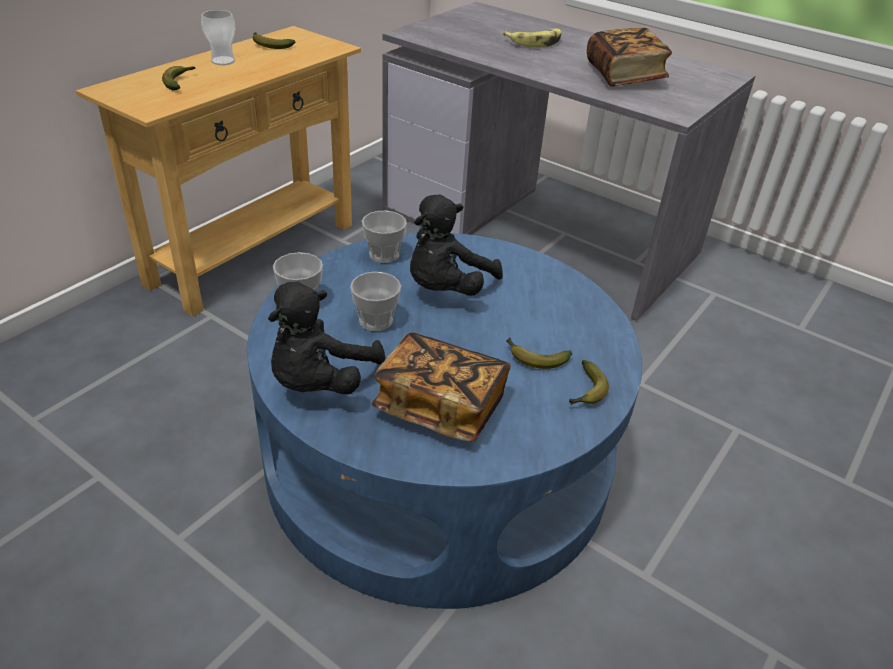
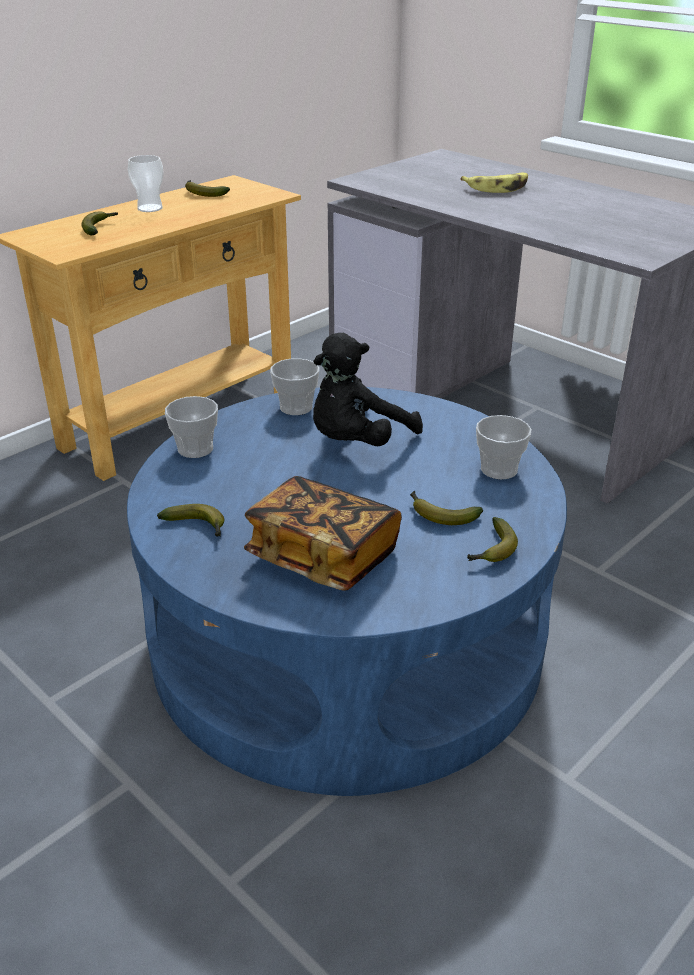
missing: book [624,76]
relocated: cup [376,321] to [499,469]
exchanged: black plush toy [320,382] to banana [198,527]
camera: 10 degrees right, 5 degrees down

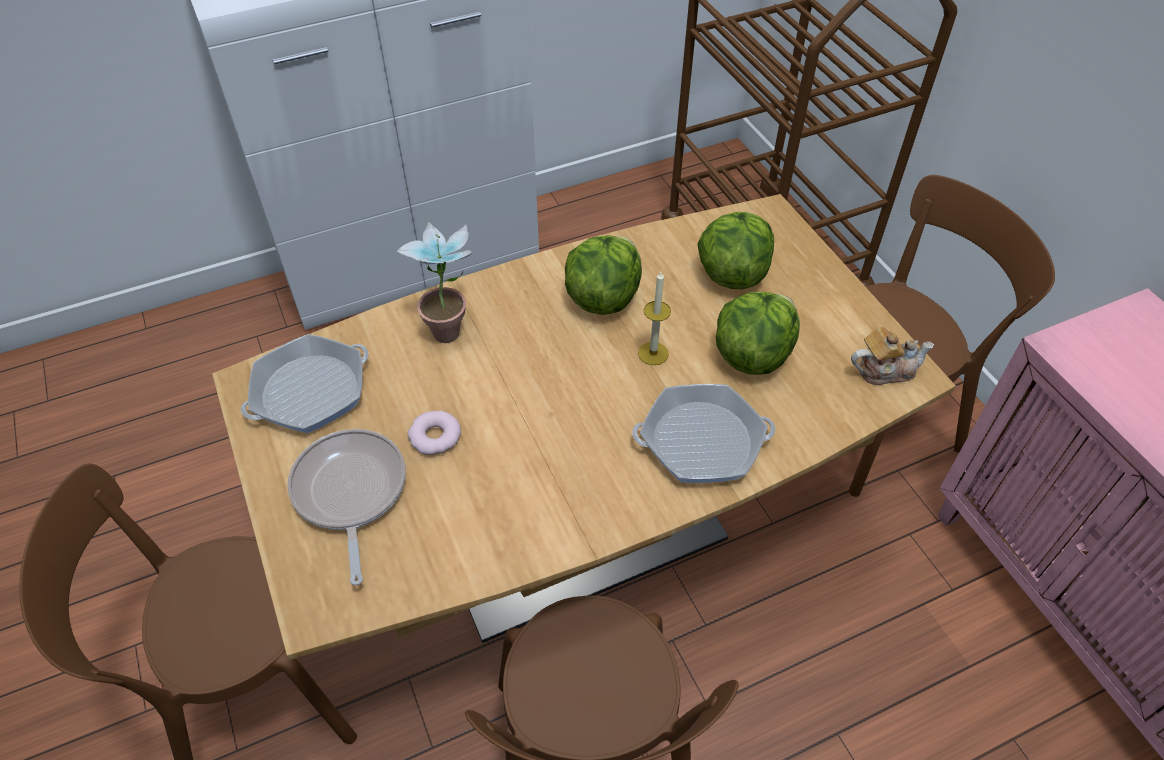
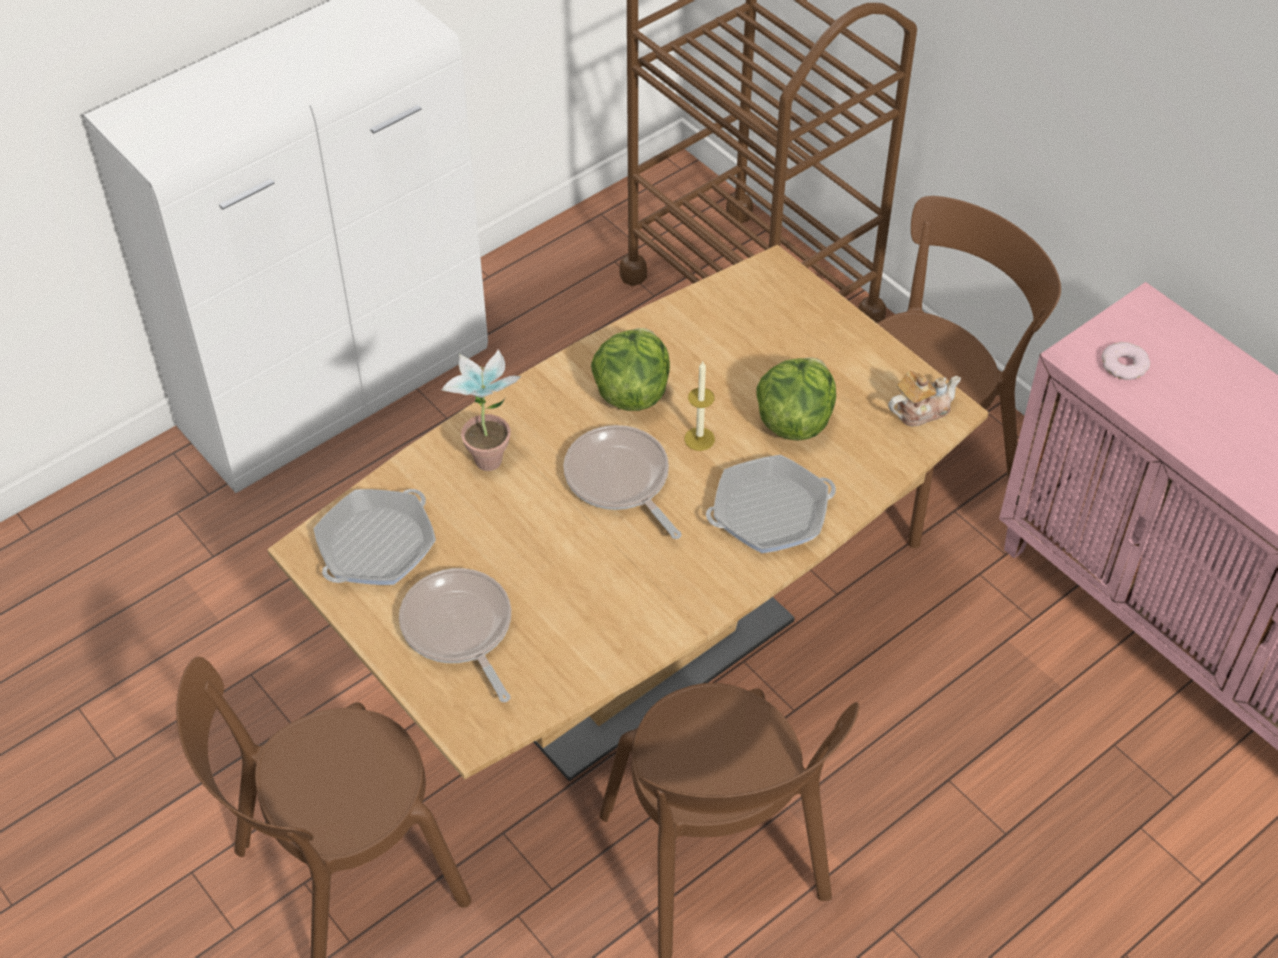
missing: lettuce [732,273]
appeared: frying pan [620,480]
relocated: donut [435,436] to [1124,365]
camera: 15 degrees left, 0 degrees up

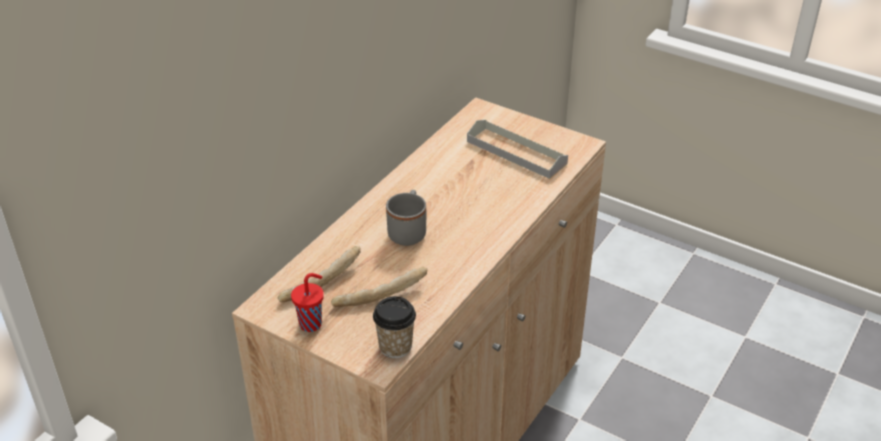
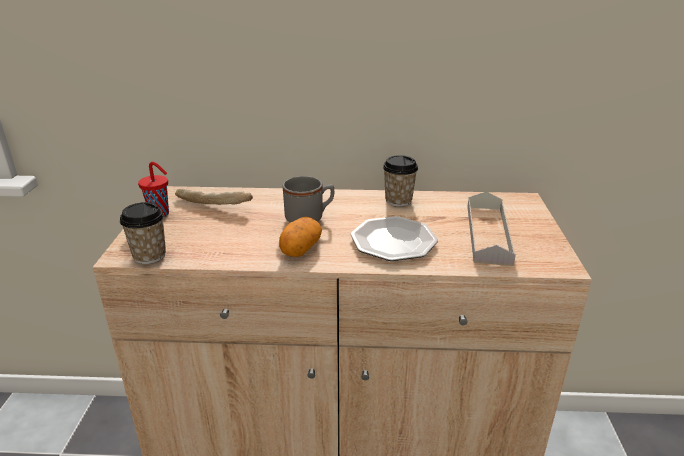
missing: bread [380,294]
appeared: potato [300,249]; plate [393,242]; cup [398,201]
camera: 60 degrees right, 10 degrees down

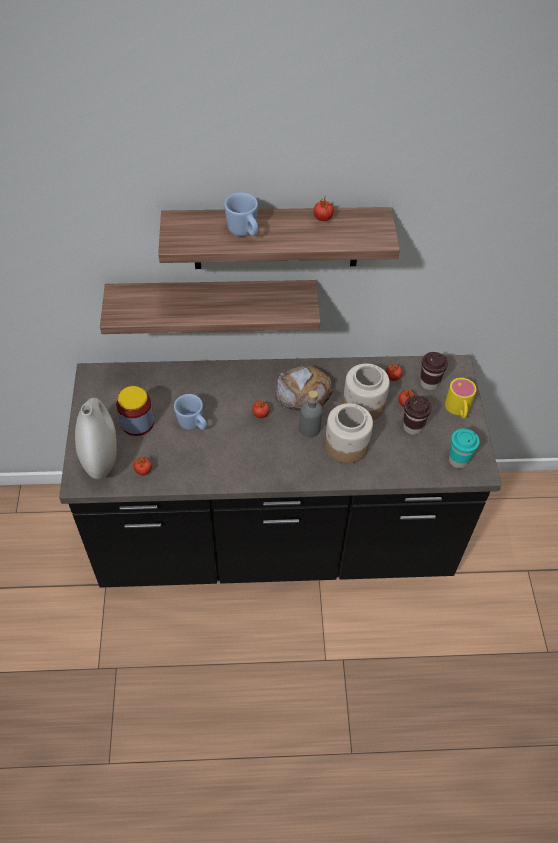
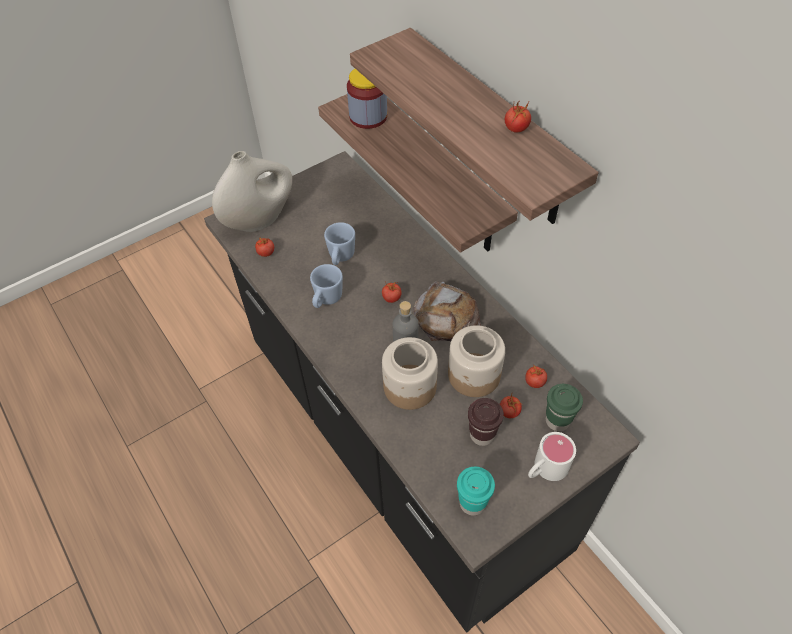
relocated: jar [137,422] to [368,116]; blue mug [244,232] to [326,300]
colour: brown cup [429,383] to green cup [557,421]; yellow mug [458,410] to white mug [545,469]
camera: 60 degrees right, 0 degrees up

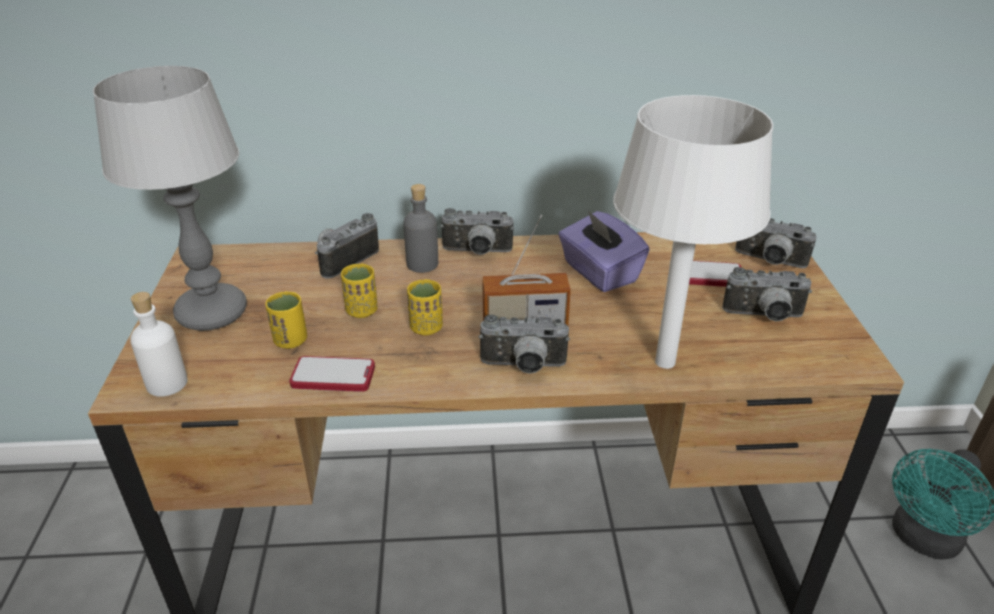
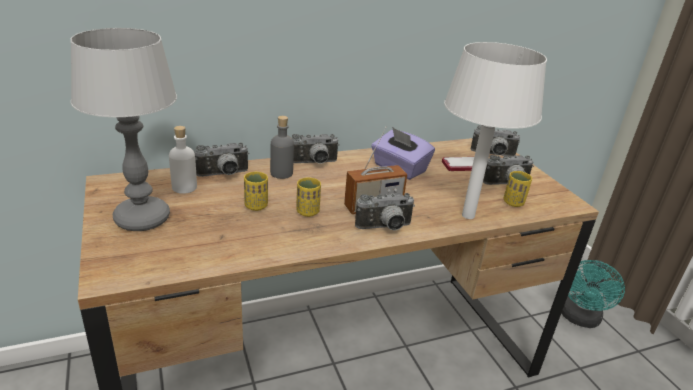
missing: phone [333,376]
relocated: white bottle [167,383] to [184,187]; yellow cup [290,341] to [513,202]
spun: photo camera [344,259] = [223,175] 135 degrees counterclockwise
camera: 20 degrees left, 5 degrees down

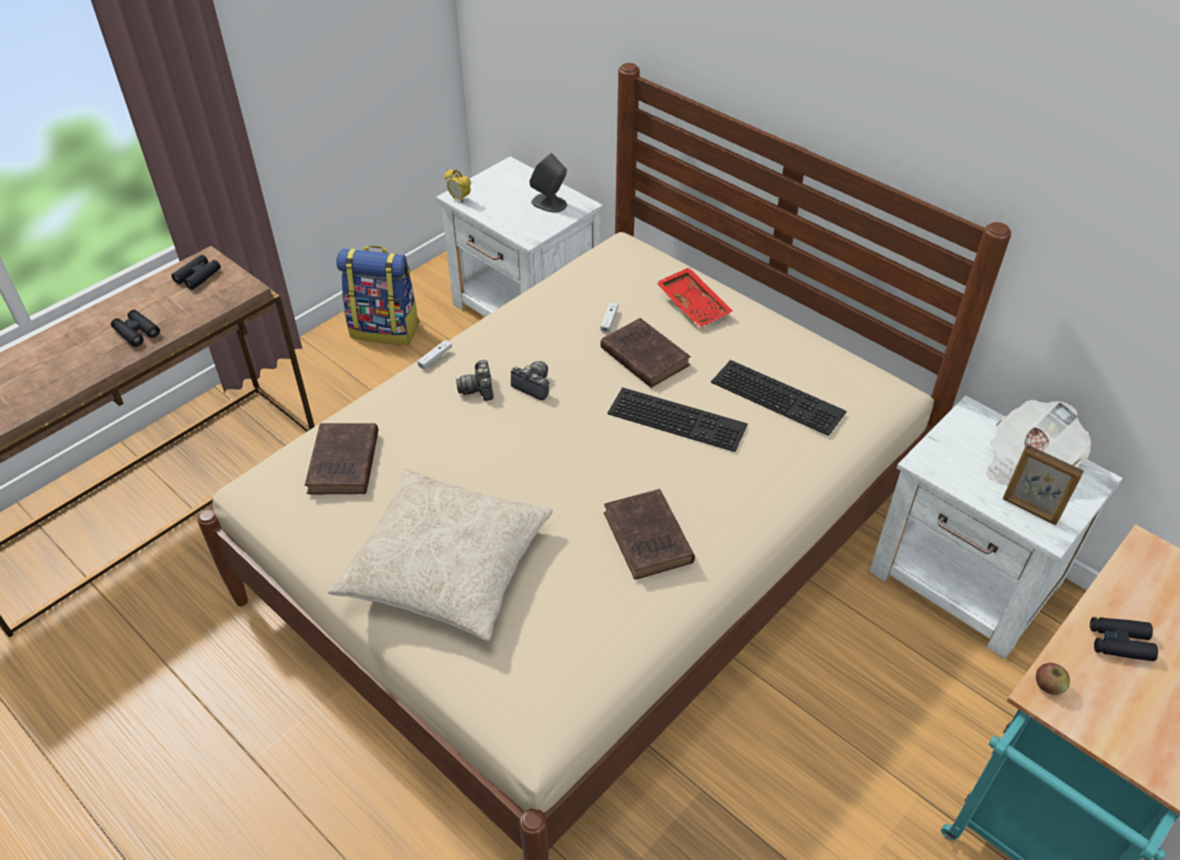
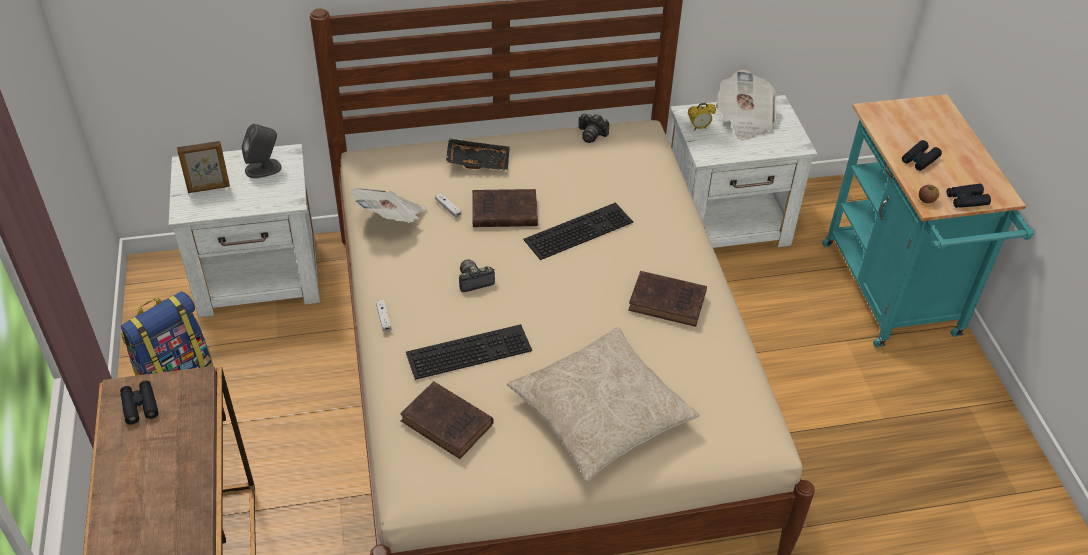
appeared: newspaper [391,219]
relocated: black binoculars [136,332] to [966,200]; alarm clock [459,199] to [699,128]; photo camera [478,388] to [591,134]; keyboard [780,396] to [469,350]; picture frame [1029,510] to [209,188]
colour: red tray [694,304] to black tray [478,160]
camera: 55 degrees left, 0 degrees up

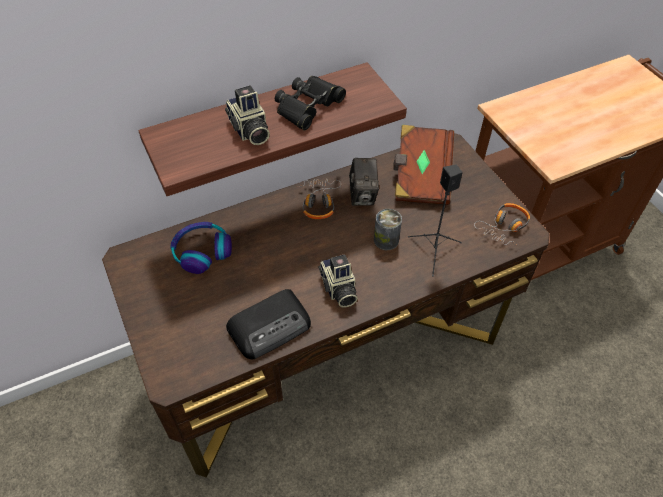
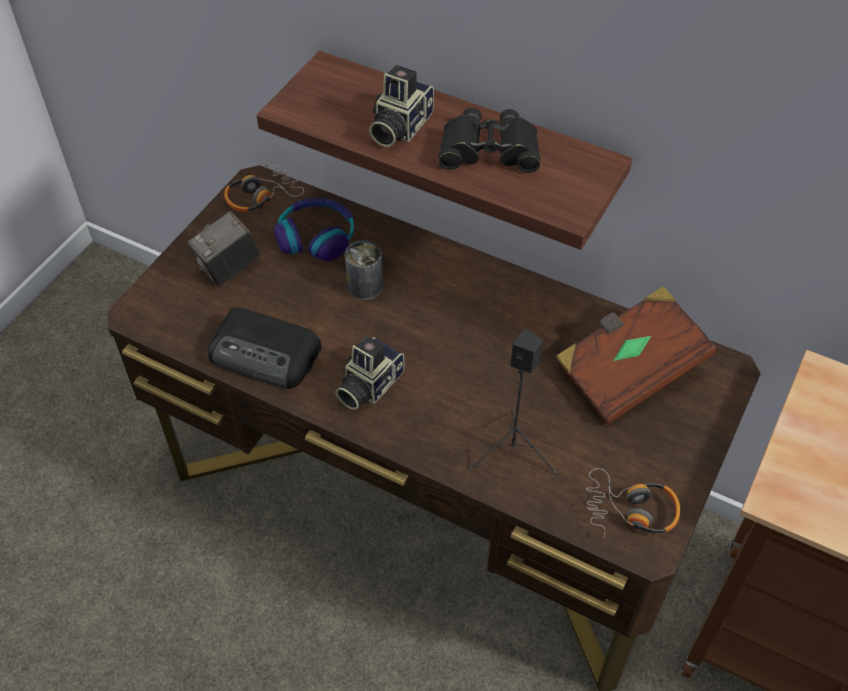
relocated: headphones [319,202] to [261,195]; photo camera [362,195] to [229,268]; can [386,240] to [365,286]
camera: 55 degrees right, 0 degrees up

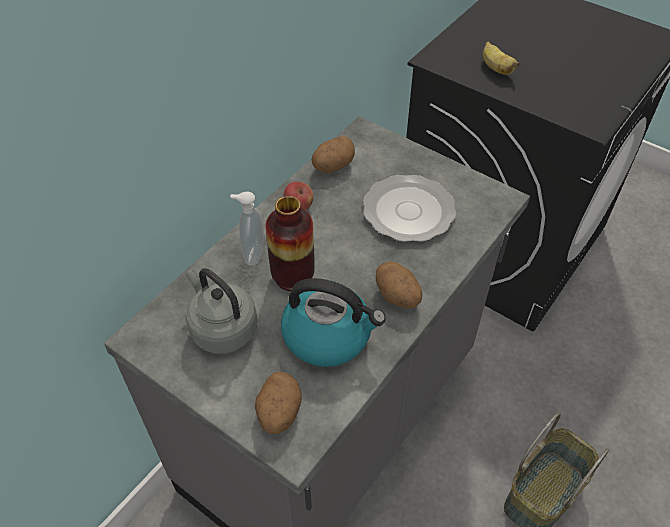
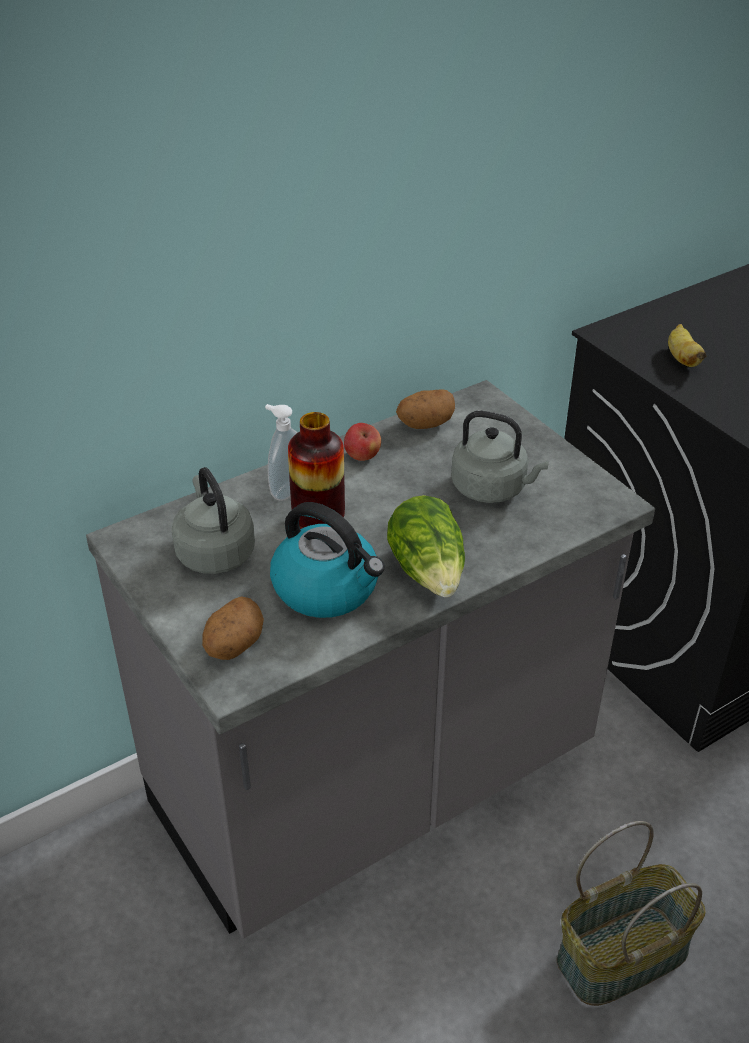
exchanged: plate [409,210] to grey kettle [492,488]; potato [398,296] to lettuce [429,571]
camera: 20 degrees right, 10 degrees down

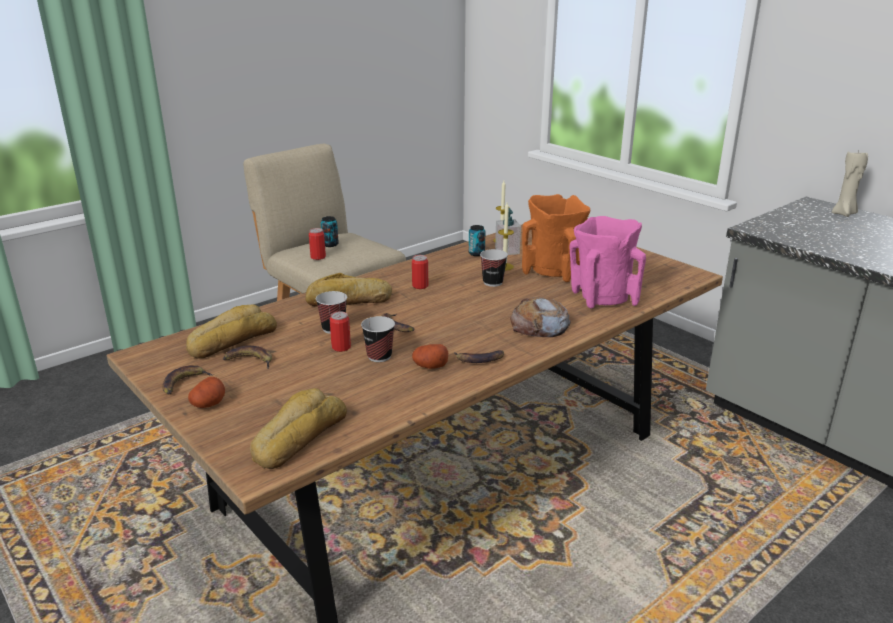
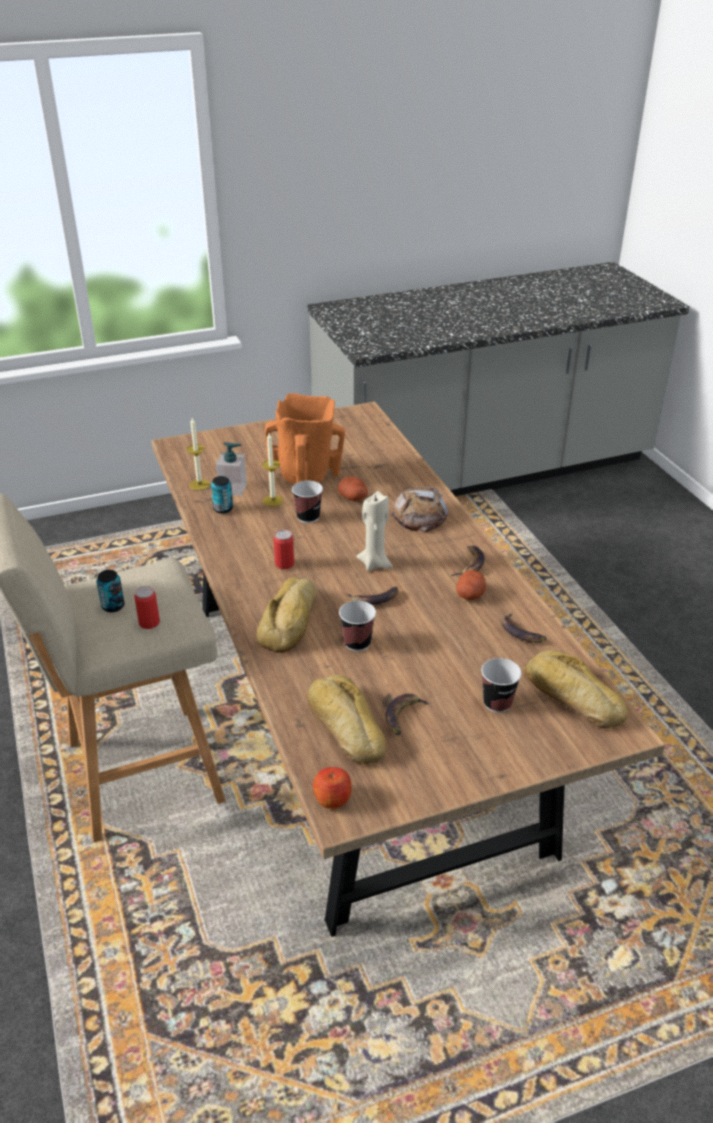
missing: can [341,347]; pink vase [602,298]
appeared: apple [332,798]
relocated: banana [184,383] to [520,632]; potato [208,404] to [353,498]; cup [379,356] to [497,703]; beige candle [844,214] to [375,563]
camera: 70 degrees left, 10 degrees up

